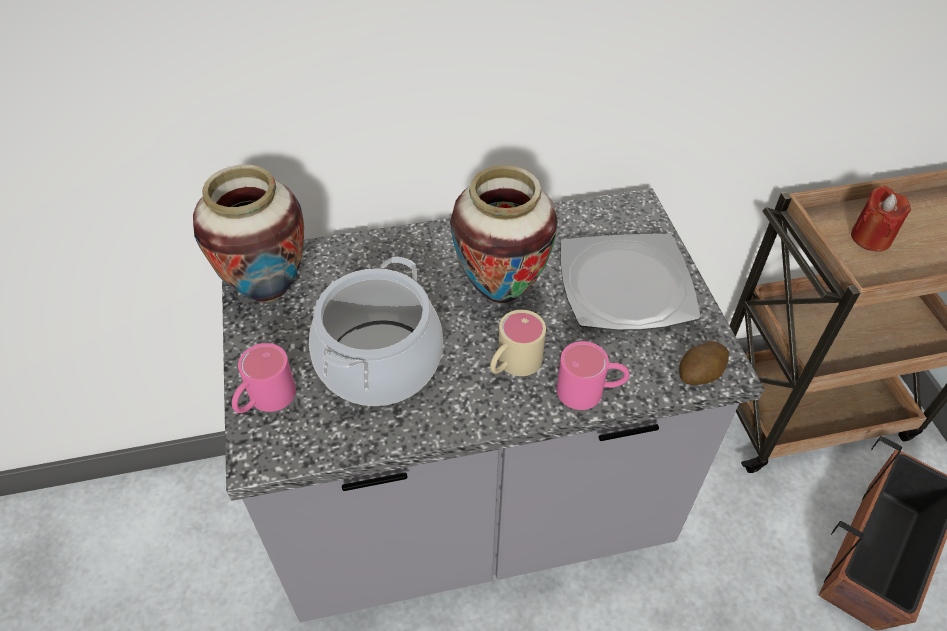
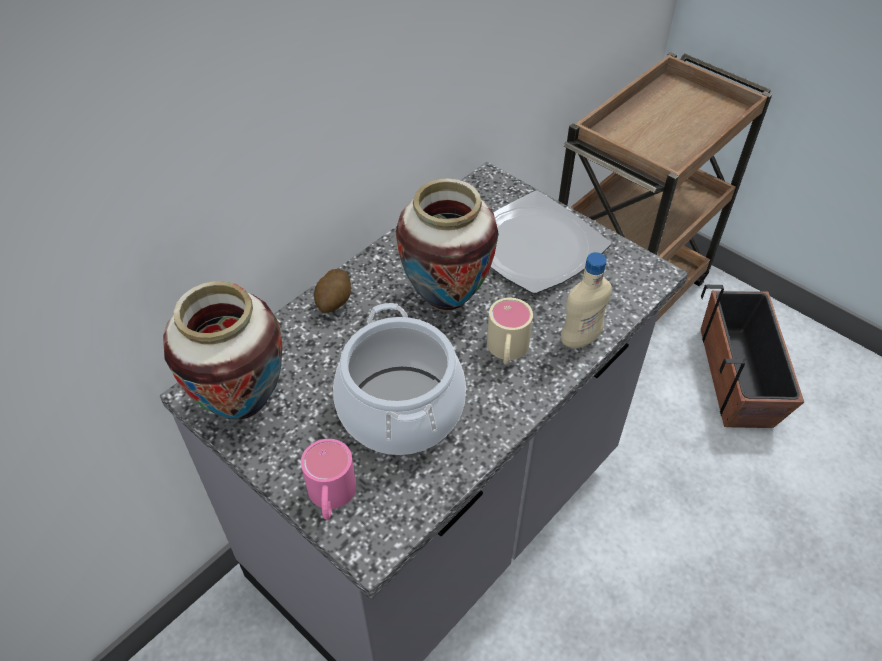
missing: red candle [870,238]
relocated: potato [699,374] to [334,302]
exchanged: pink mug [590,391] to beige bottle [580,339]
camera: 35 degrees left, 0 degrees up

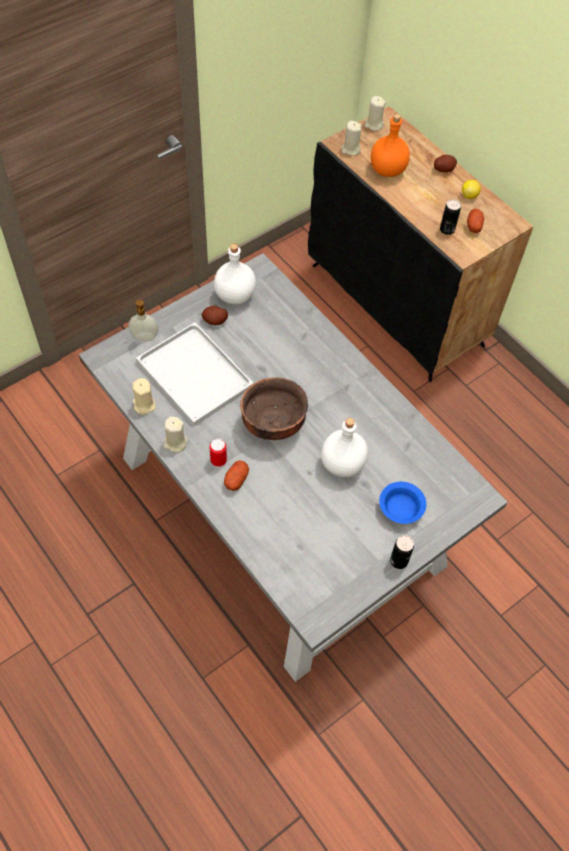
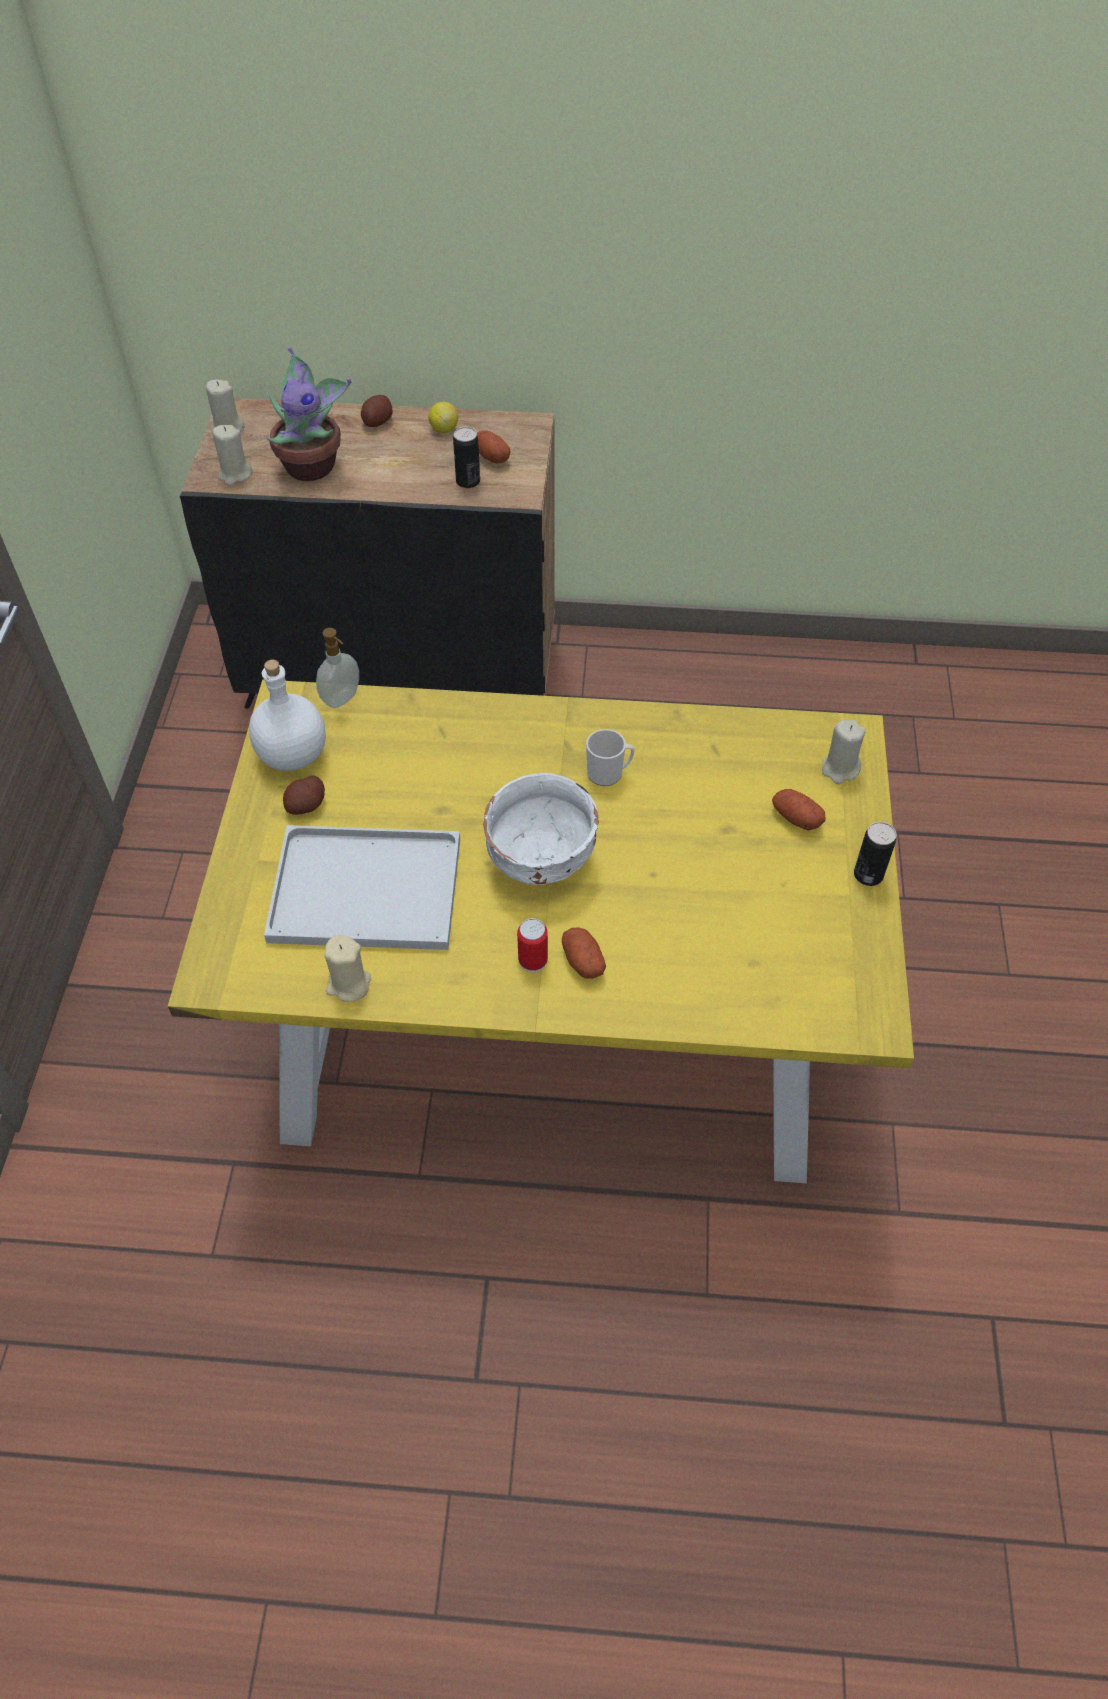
missing: white bottle [343,463]
appeared: mug [609,773]
relocated: soap dispenser [145,338] to [342,699]; beige candle [175,443] to [840,769]
exchanged: orange bottle [388,170] to potted plant [313,466]; blue bowl [401,507] to potato [796,818]
colour: grey dining table [281,512] to yellow dining table [557,1014]; brown bowl [273,425] to white bowl [542,860]
camera: 45 degrees left, 5 degrees down

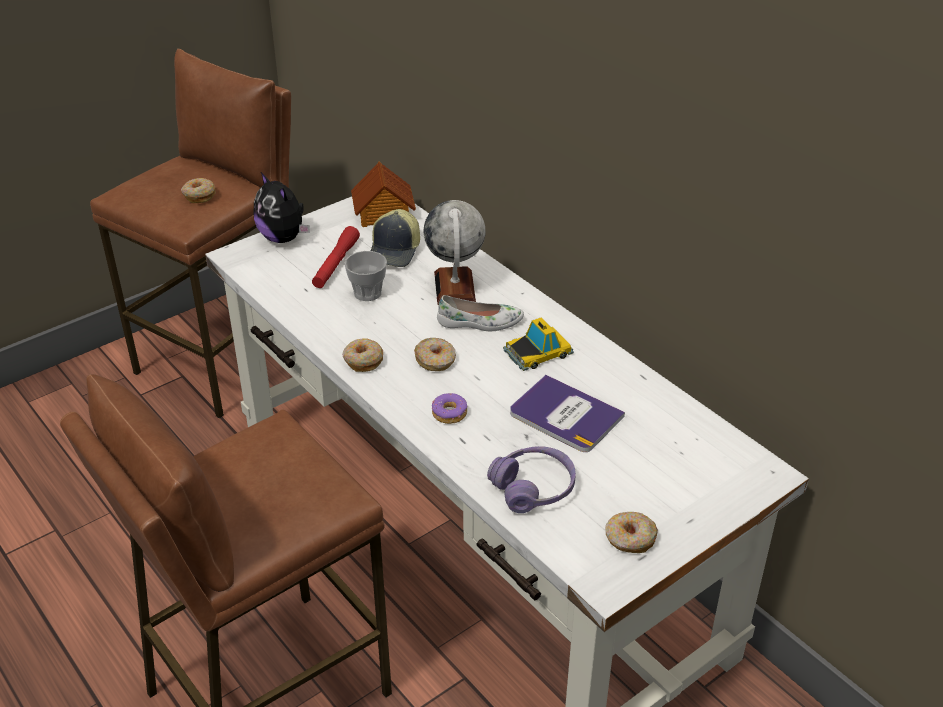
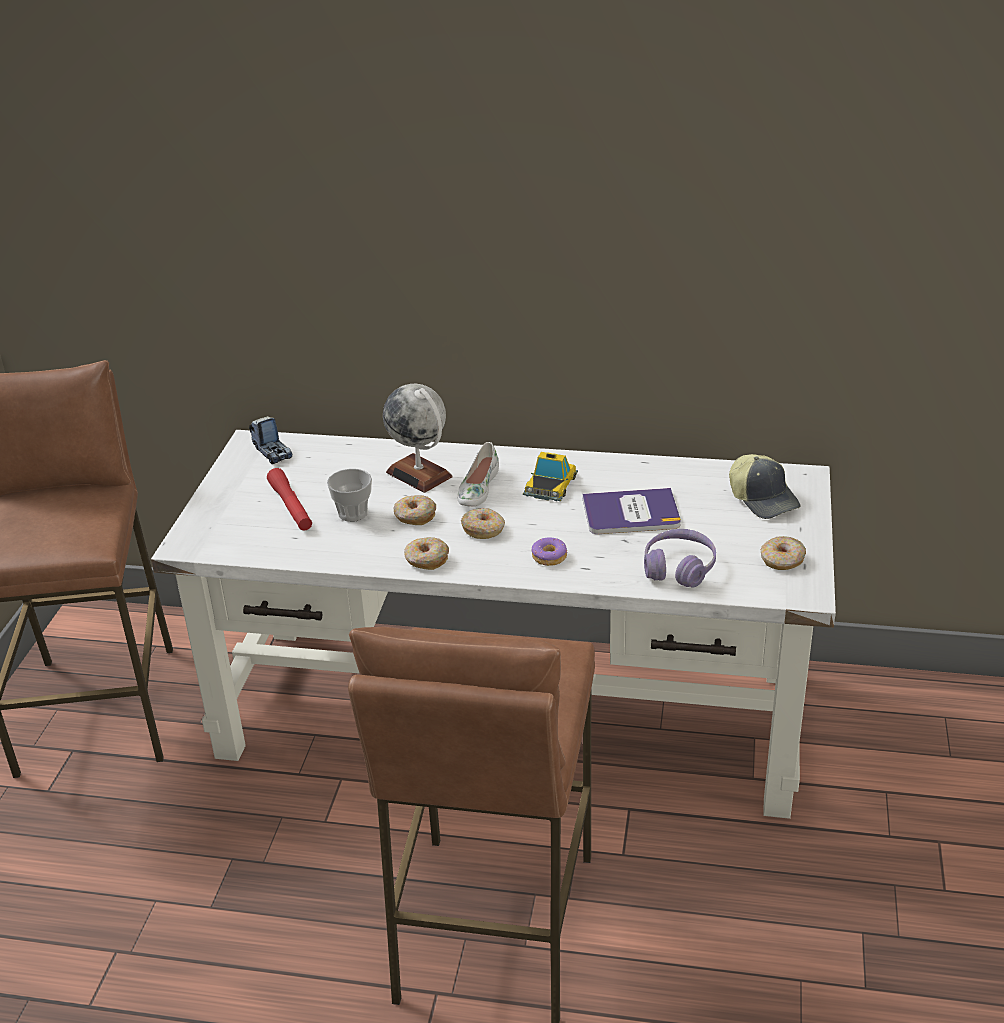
missing: plush toy [283,238]
relocated: donut [199,195] to [414,516]; cap [395,251] to [763,499]
exchanged: toy house [383,213] to toy truck [272,452]
spun: white shoe [480,323] = [477,488] 150 degrees clockwise
camera: 40 degrees left, 5 degrees down

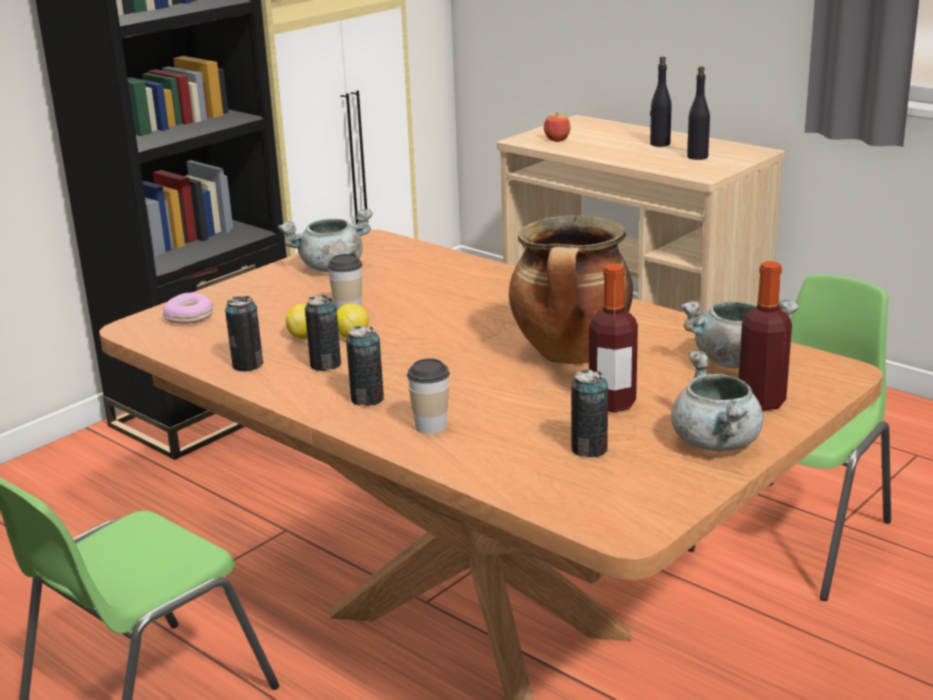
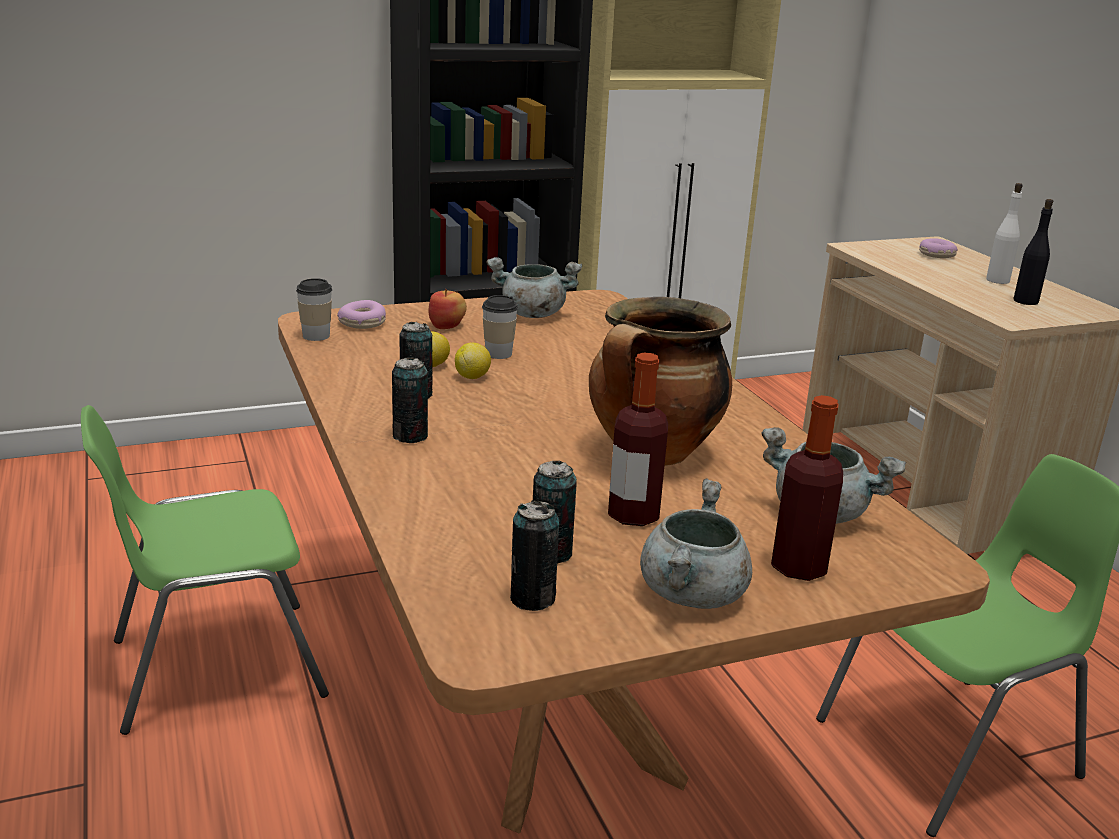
appeared: donut [936,255]
relocated: can [247,365] to [532,598]; cup [431,426] to [316,336]; apple [557,139] to [447,326]
colour: black bottle [659,144] to white bottle [997,280]
camera: 25 degrees right, 0 degrees up

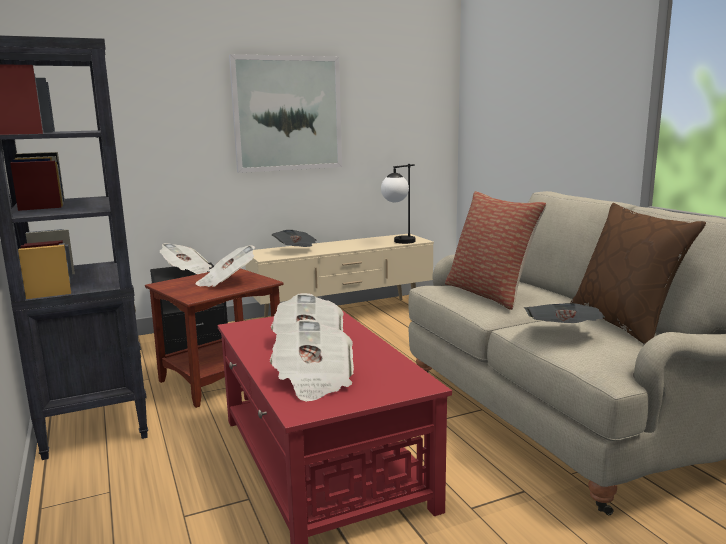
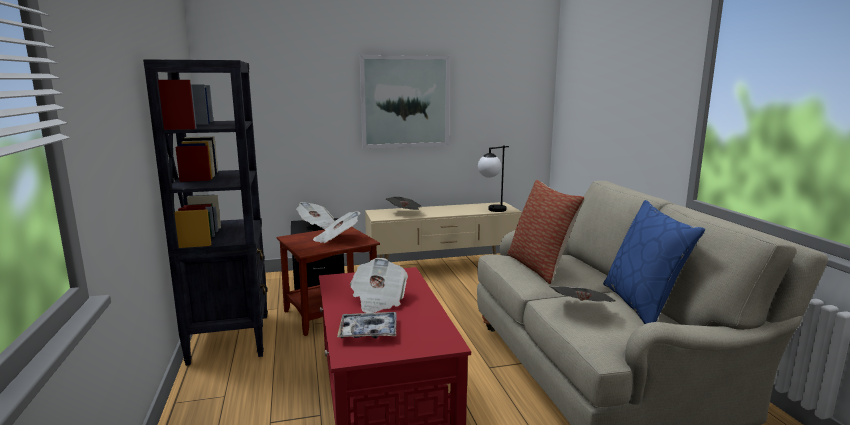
exchanged: newspaper [313,381] to tray [368,331]
colour: brown pillow [624,323] to blue pillow [642,305]
camera: 10 degrees right, 0 degrees up

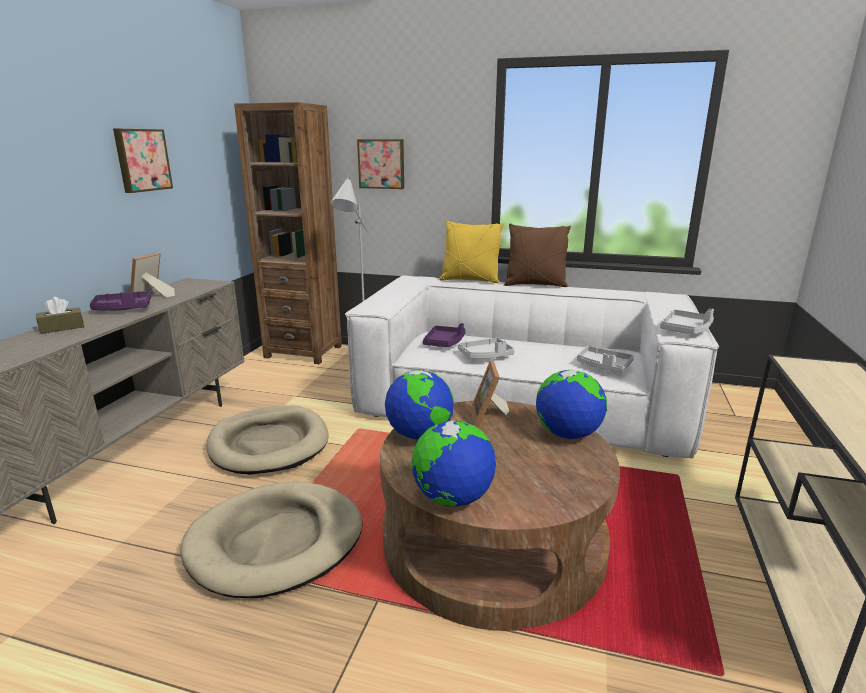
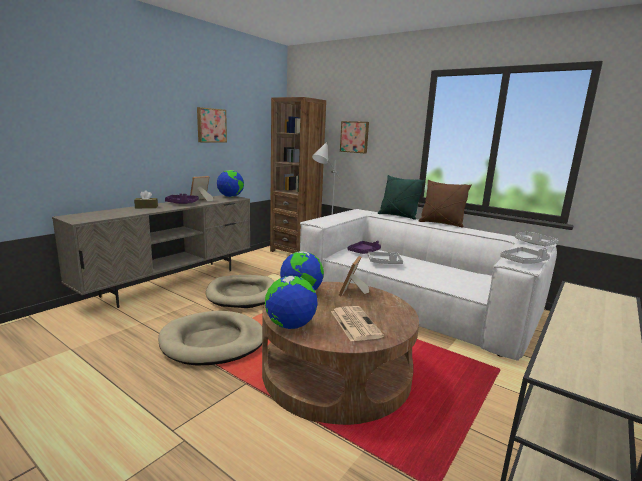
appeared: newspaper [354,323]
relocated: globe [567,434] to [230,197]; grey tray [603,366] to [534,244]
colour: yellow pillow [470,280] to green pillow [398,216]
camera: 20 degrees right, 5 degrees down

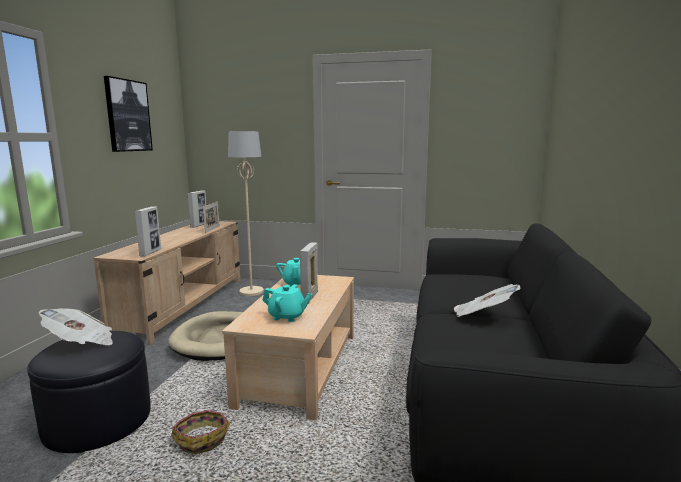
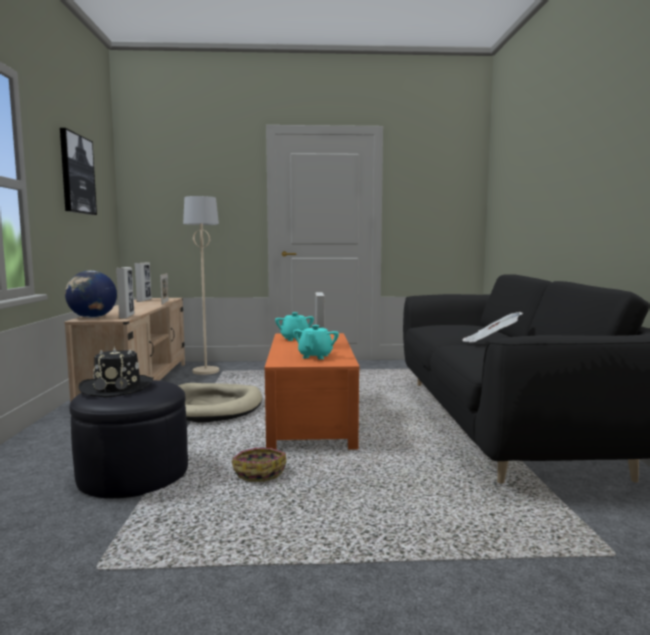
appeared: globe [92,317]
exchanged: newspaper [81,343] to black hat [118,387]
colour: beige coffee table [301,369] to orange coffee table [312,420]
spun: turquoise teapot [287,316] = [315,356] 75 degrees counterclockwise
camera: 15 degrees left, 5 degrees down

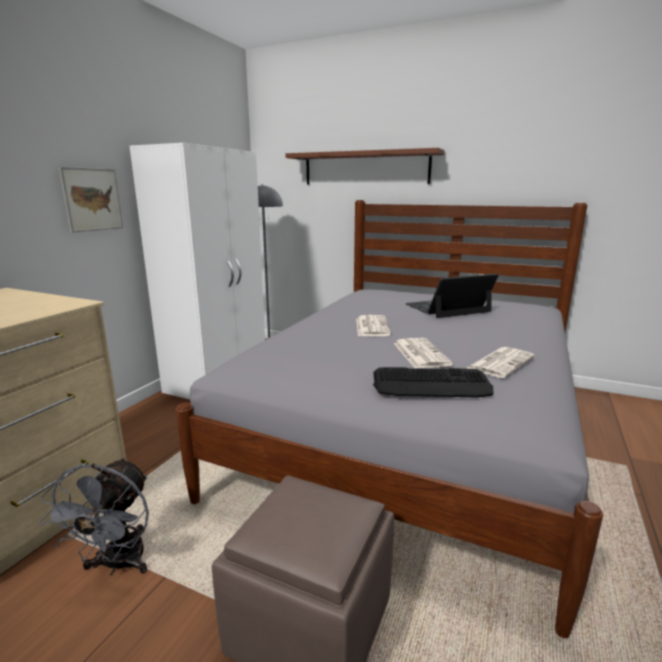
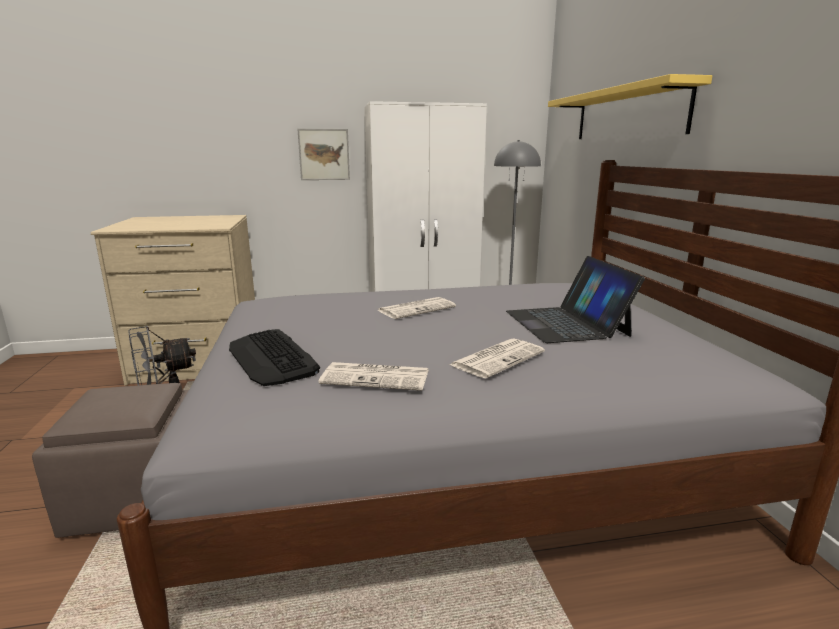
relocated: newspaper [420,353] to [498,358]
colour: brown shelf [365,168] to yellow shelf [627,114]
spun: laptop [447,308] = [566,323] 135 degrees counterclockwise
camera: 55 degrees right, 0 degrees up

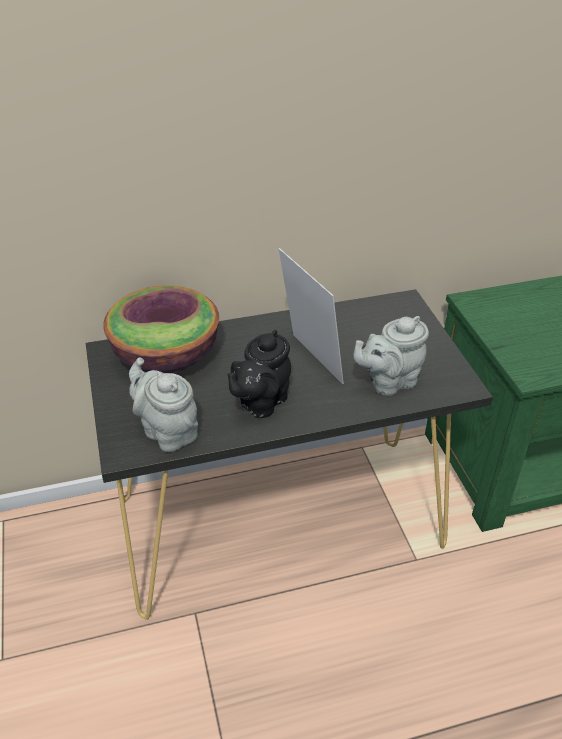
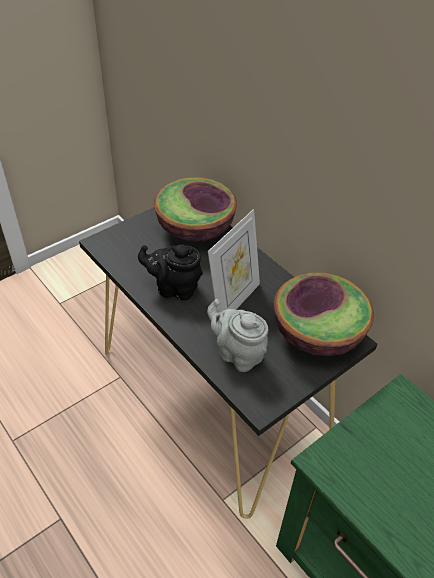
missing: grey teapot [167,431]
appeared: bowl [317,334]
camera: 65 degrees right, 5 degrees up

